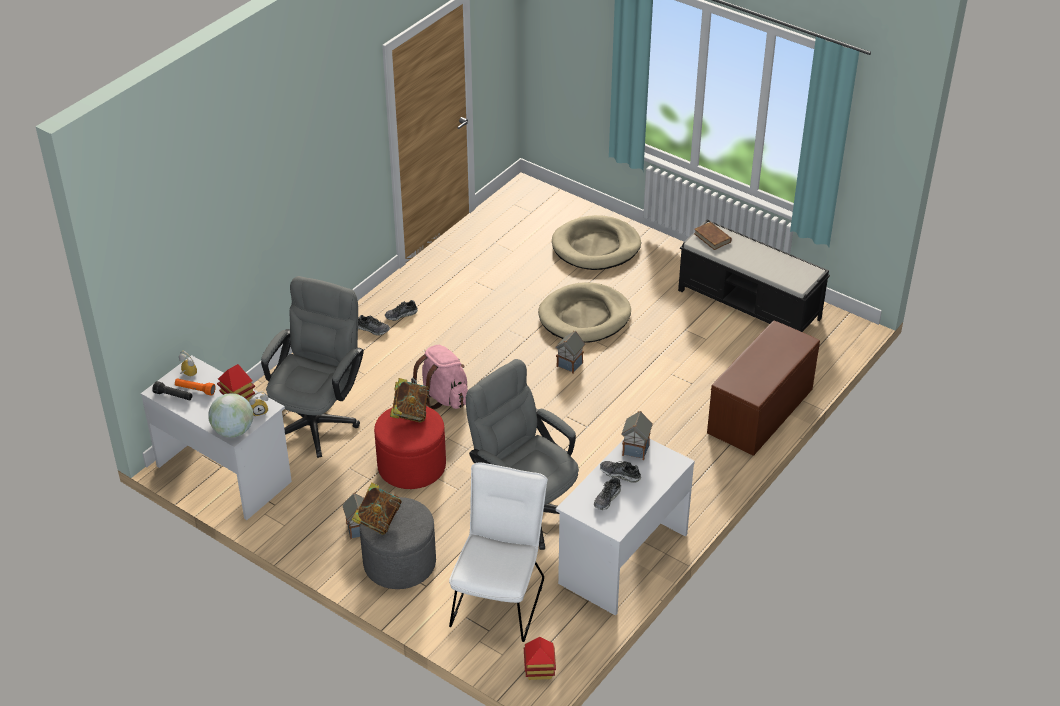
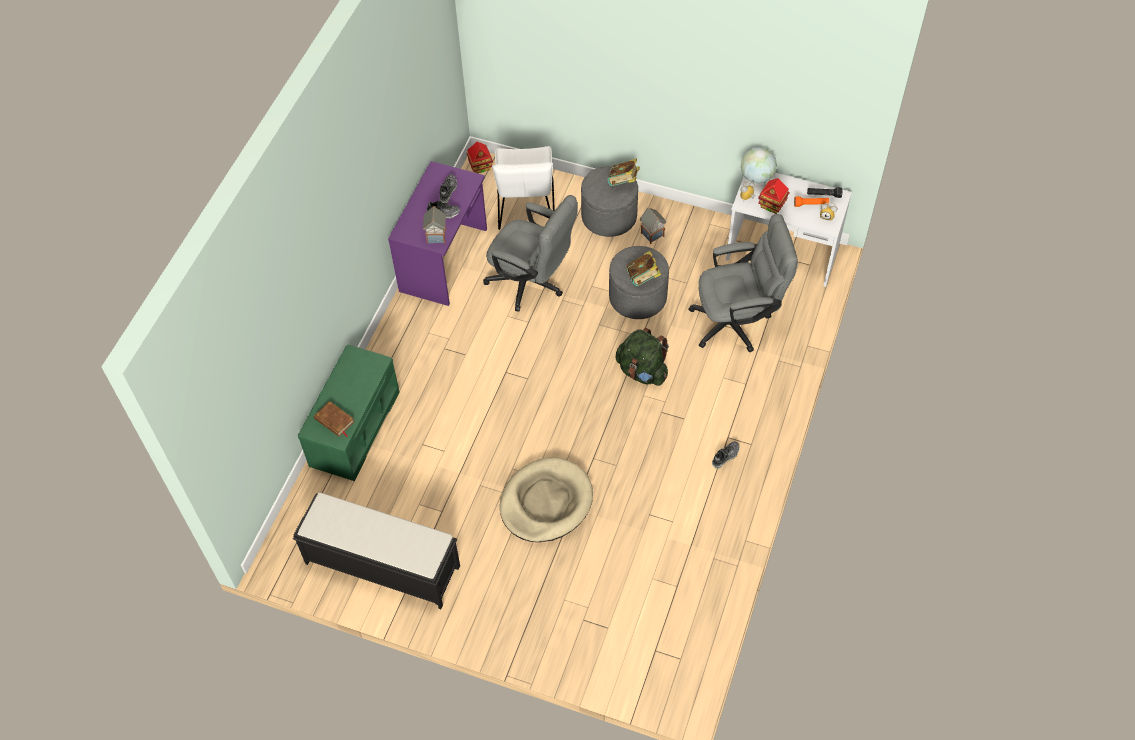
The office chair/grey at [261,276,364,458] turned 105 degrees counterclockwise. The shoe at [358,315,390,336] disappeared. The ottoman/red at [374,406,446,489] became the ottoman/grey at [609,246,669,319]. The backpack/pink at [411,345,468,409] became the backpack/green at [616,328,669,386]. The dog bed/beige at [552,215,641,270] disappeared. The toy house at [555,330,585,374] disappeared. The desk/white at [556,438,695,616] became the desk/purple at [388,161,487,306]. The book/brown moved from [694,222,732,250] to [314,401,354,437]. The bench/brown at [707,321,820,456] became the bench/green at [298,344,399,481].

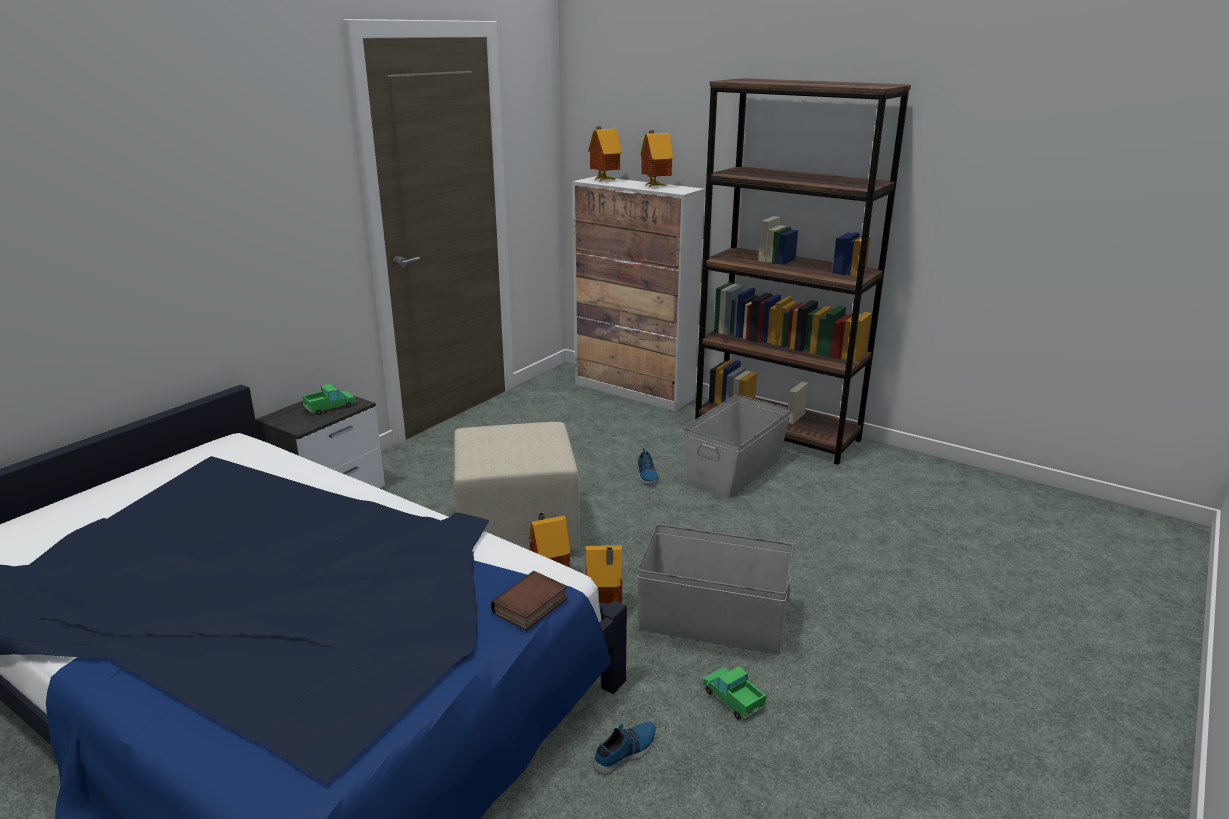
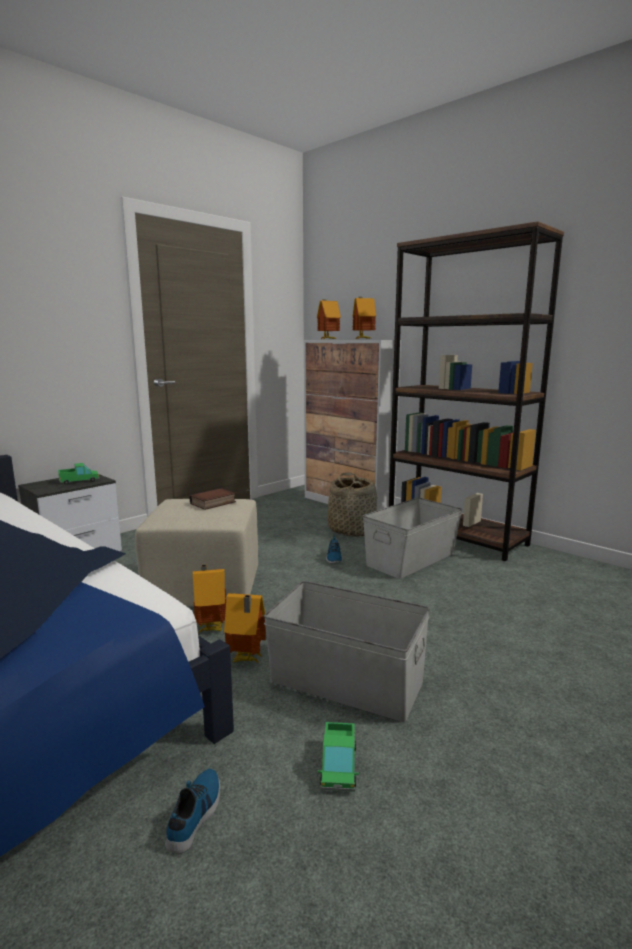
The book moved from [491,571,567,631] to [190,488,236,510]. The shoe at [593,722,657,775] turned 45 degrees counterclockwise. The toy truck at [702,666,767,720] turned 150 degrees counterclockwise. The basket at [328,472,377,537] appeared.

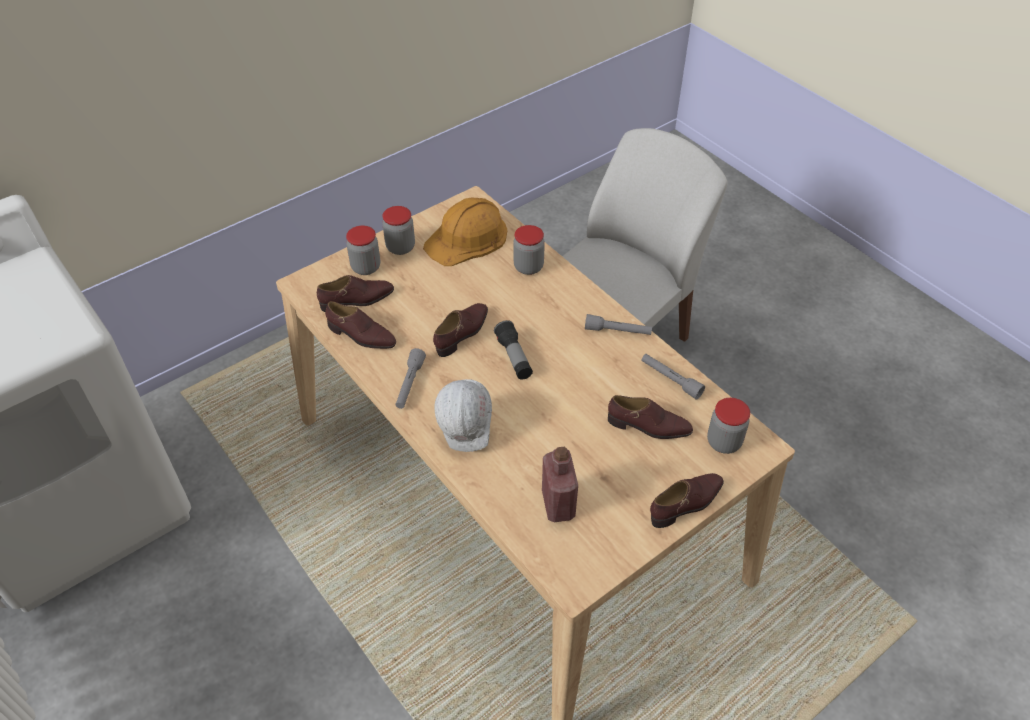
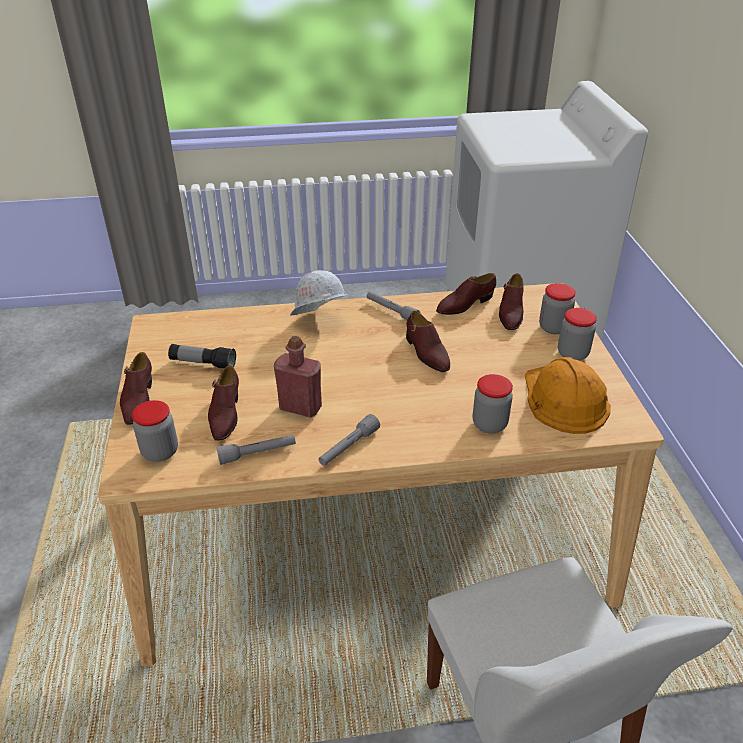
The flashlight moved from [494,320,533,379] to [168,344,236,368]. The bottle/red moved from [542,447,578,522] to [274,336,322,418]. The shoe/brown at [608,395,693,439] turned 45 degrees counterclockwise.

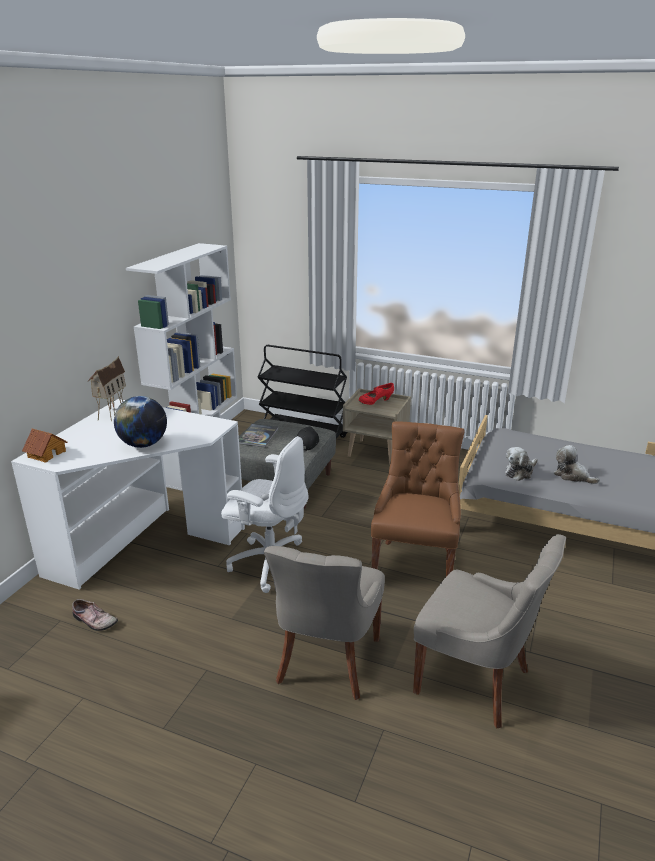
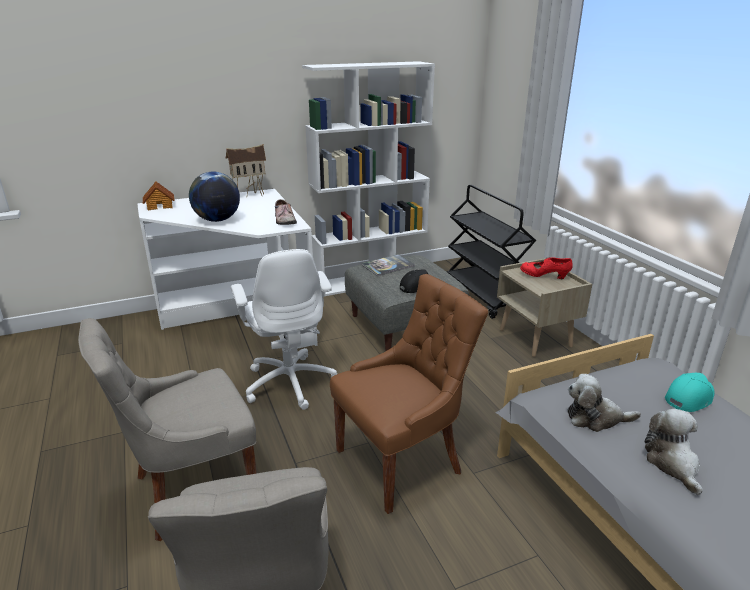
The shoe moved from [72,599,118,631] to [275,199,297,225]. The cap/turquoise at [665,373,715,412] appeared.

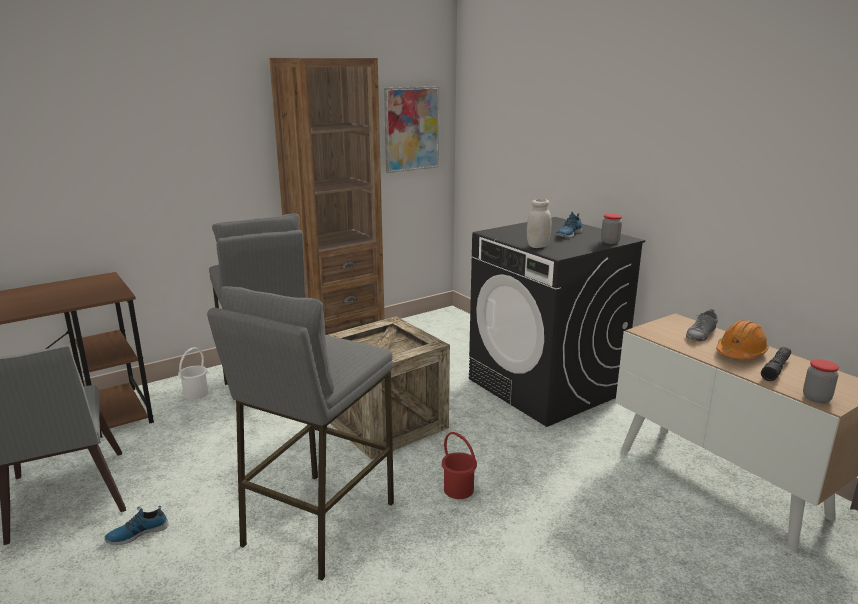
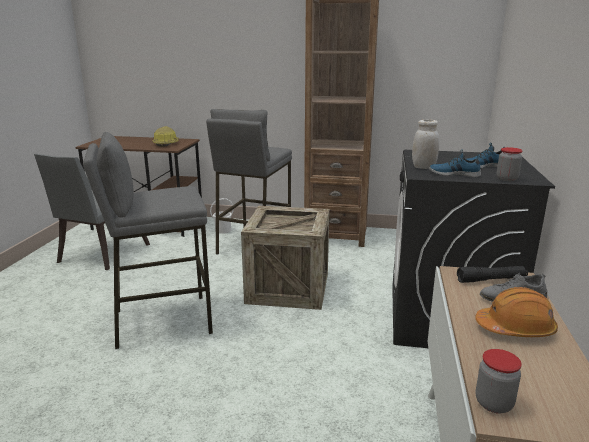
The shoe moved from [105,505,169,545] to [429,149,481,177]. The picture at [384,86,440,173] disappeared. The bucket/red at [442,432,477,499] disappeared. The flashlight/black moved from [761,347,791,381] to [457,266,528,283]. The hard hat at [152,126,179,147] appeared.

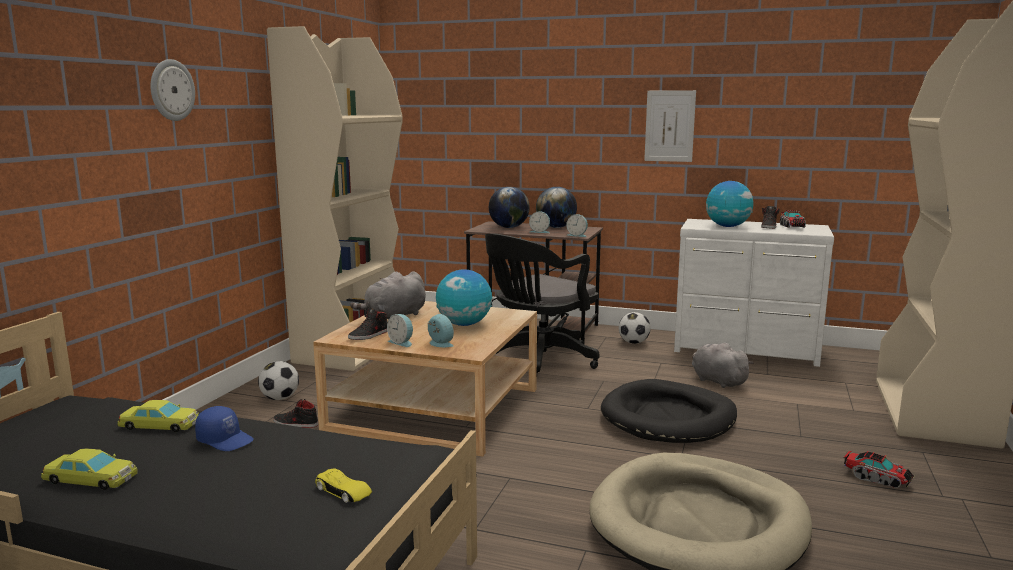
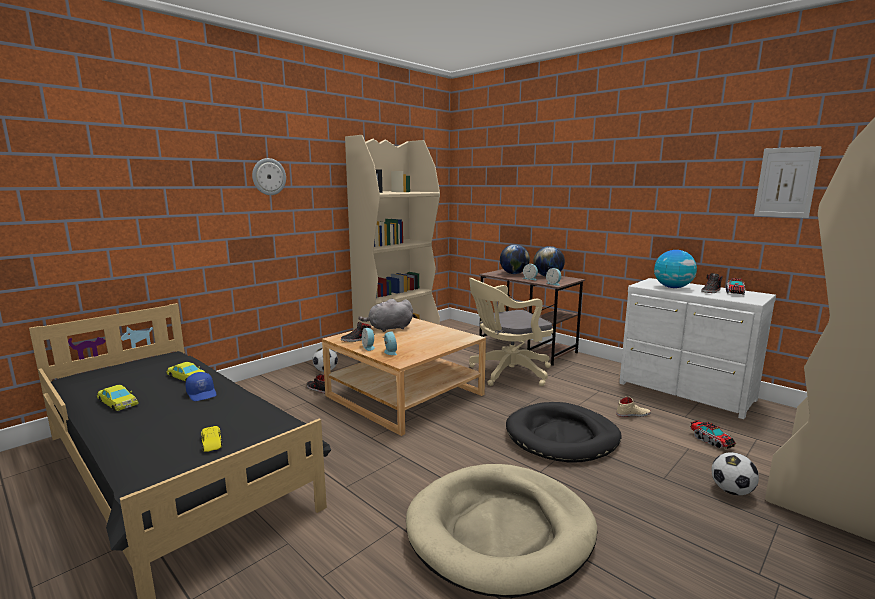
The globe at [436,269,492,326] disappeared. The office chair/black at [485,234,600,373] became the office chair/beige at [469,278,553,386]. The football moved from [619,312,650,344] to [712,452,759,495]. The picture moved from [644,90,696,162] to [754,146,822,218]. The plush toy/grey at [692,343,753,388] was replaced by the shoe/beige at [616,396,650,417]. The toy truck moved from [843,451,914,488] to [690,420,736,449].

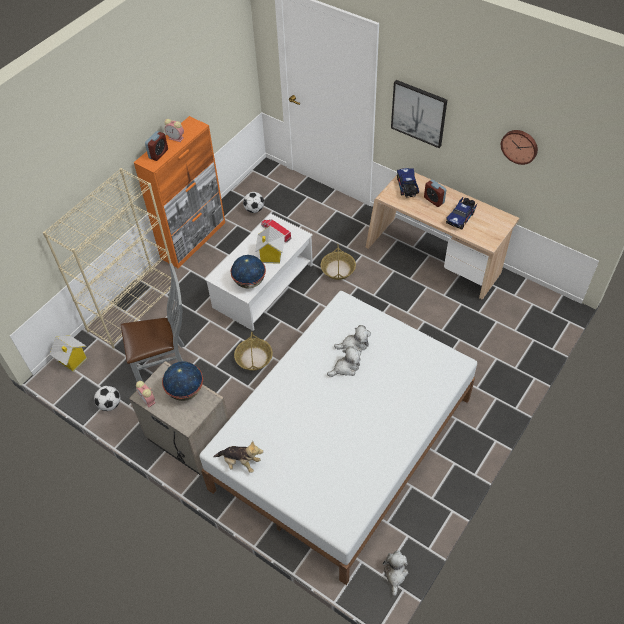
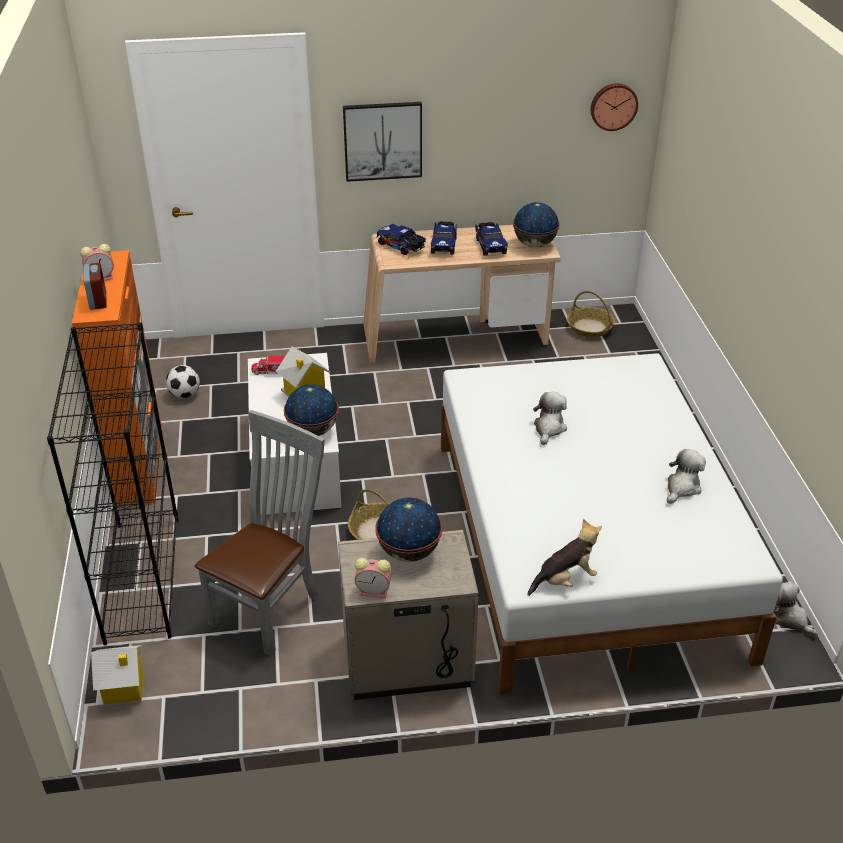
The bookcase/beige at [43,168,171,349] became the bookcase/black at [47,322,179,645]. The football at [94,386,120,411] disappeared. The basket moved from [321,244,356,280] to [567,291,615,337]. The plush toy moved from [334,325,371,352] to [667,449,706,504]. The alarm clock at [424,179,446,207] was replaced by the toy truck at [431,221,457,254]. The wall clock moved from [501,130,538,165] to [591,83,638,131]. The globe at [513,202,560,248] appeared.

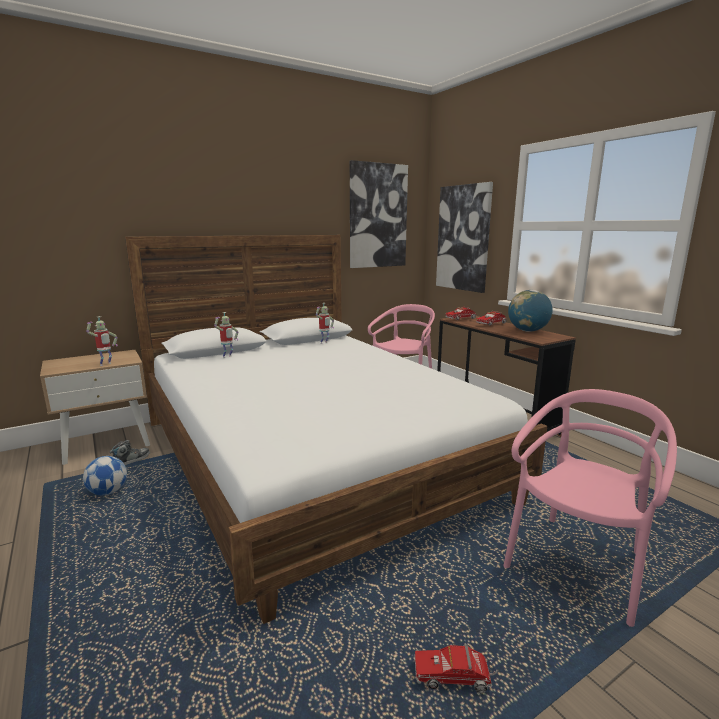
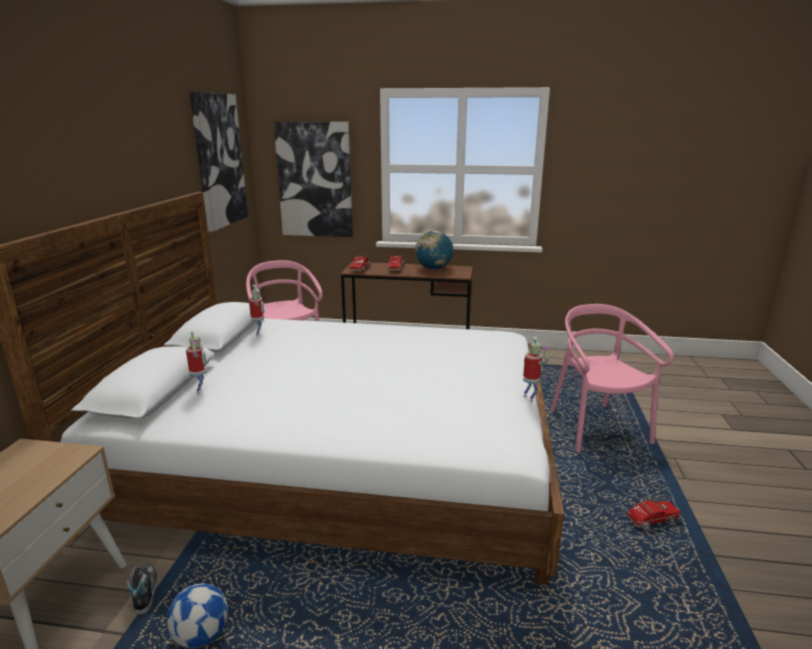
The toy robot moved from [86,316,118,366] to [523,337,550,402]. The toy truck at [415,645,498,693] turned 150 degrees counterclockwise.

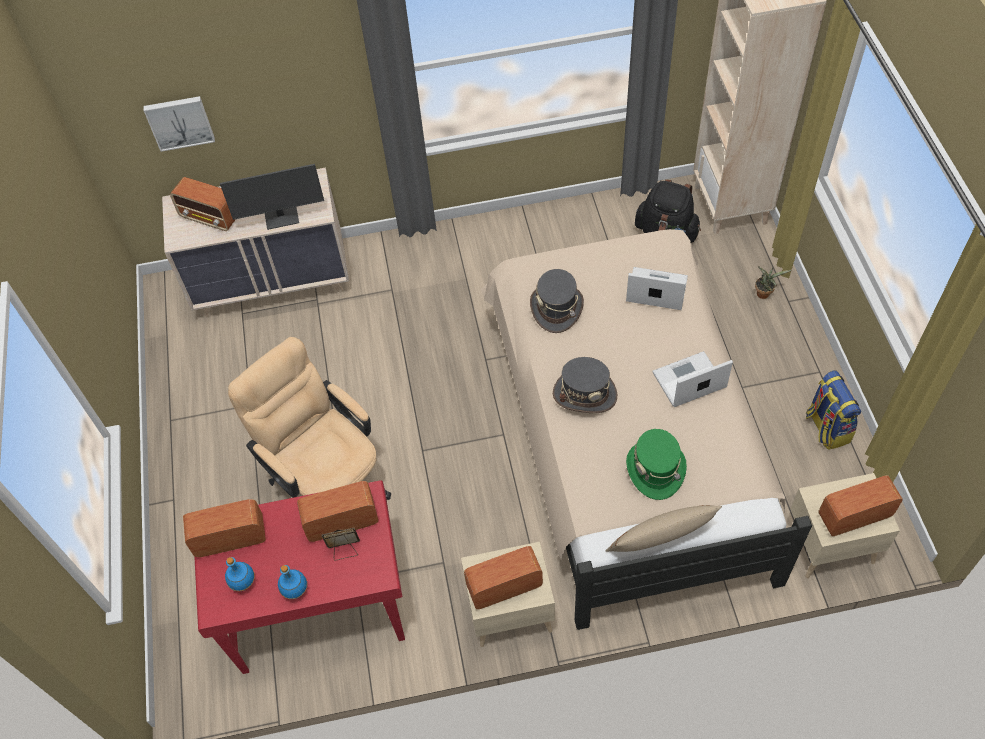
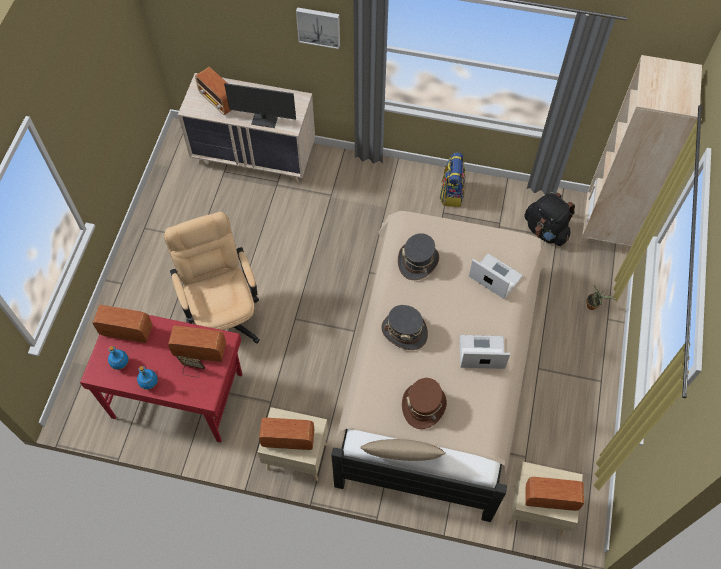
The picture moved from [143,96,215,152] to [296,7,340,49]. The hat/green at [626,429,687,500] became the hat/brown at [402,378,447,429]. The backpack moved from [806,370,861,450] to [440,153,465,207].

